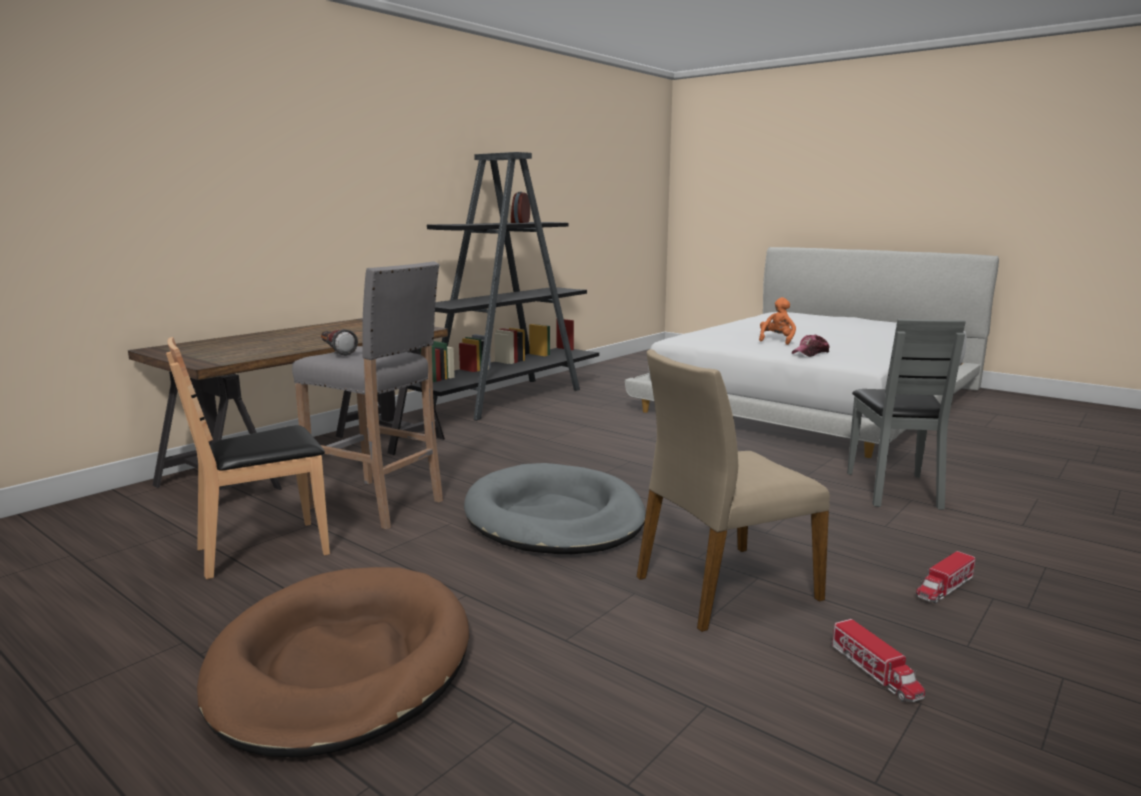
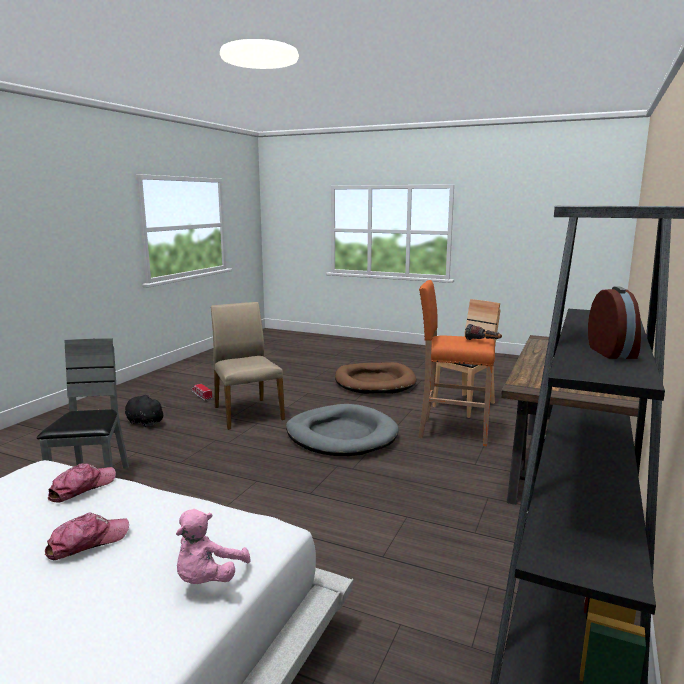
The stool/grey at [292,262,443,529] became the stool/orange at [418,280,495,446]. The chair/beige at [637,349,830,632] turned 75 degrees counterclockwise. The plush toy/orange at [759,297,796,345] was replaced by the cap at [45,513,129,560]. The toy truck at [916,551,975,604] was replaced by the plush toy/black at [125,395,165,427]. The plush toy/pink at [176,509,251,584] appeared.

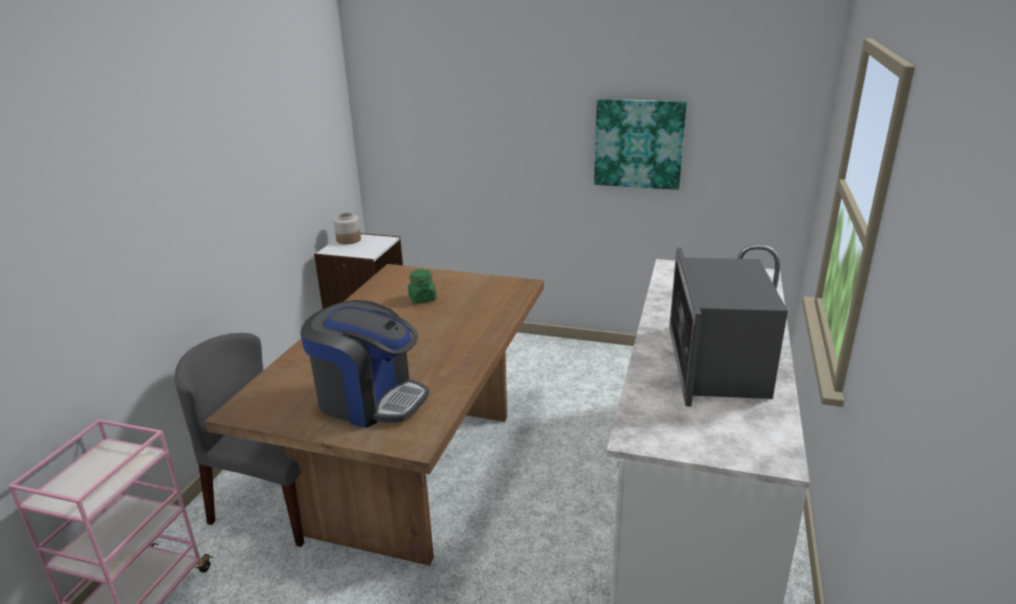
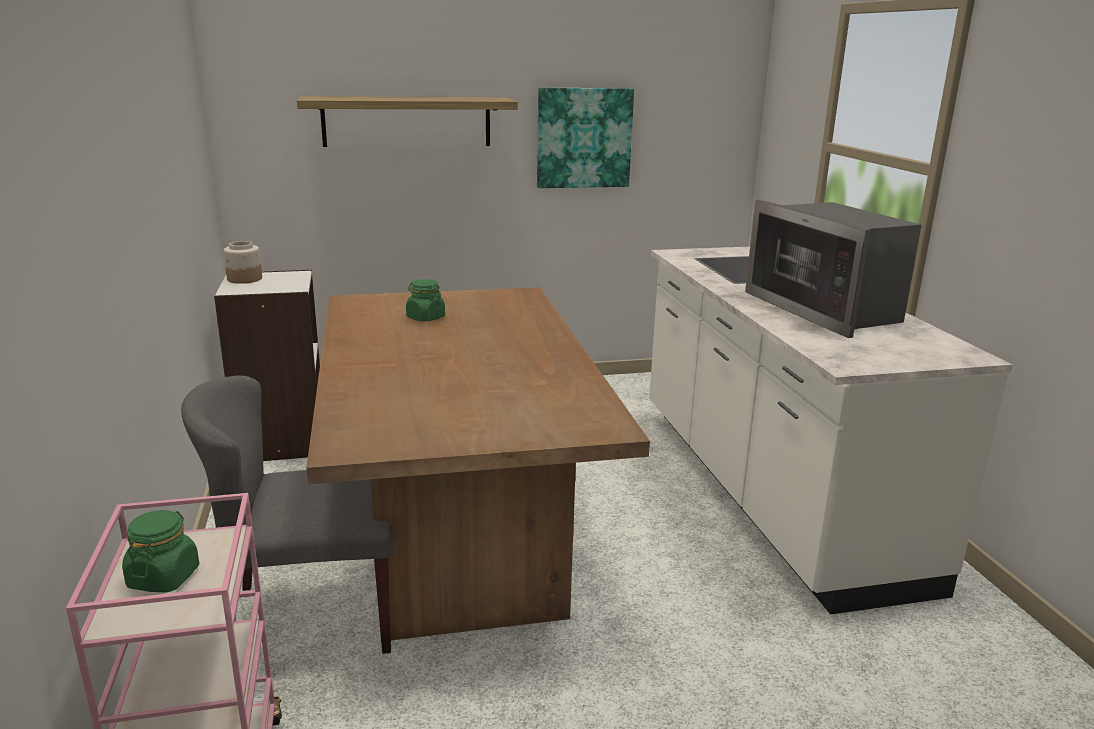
The coffee machine at [300,300,429,428] disappeared. The jar/green at [122,510,200,593] appeared. The shelf at [297,96,518,147] appeared.

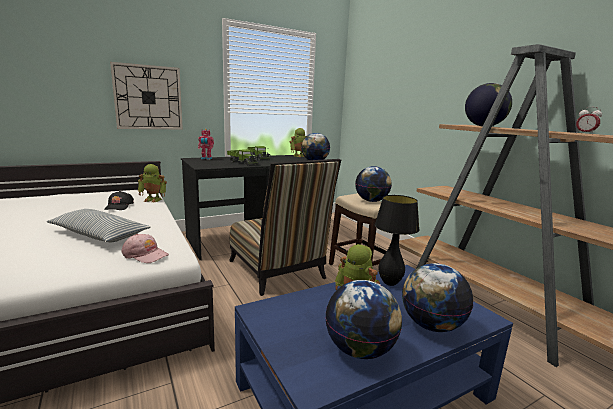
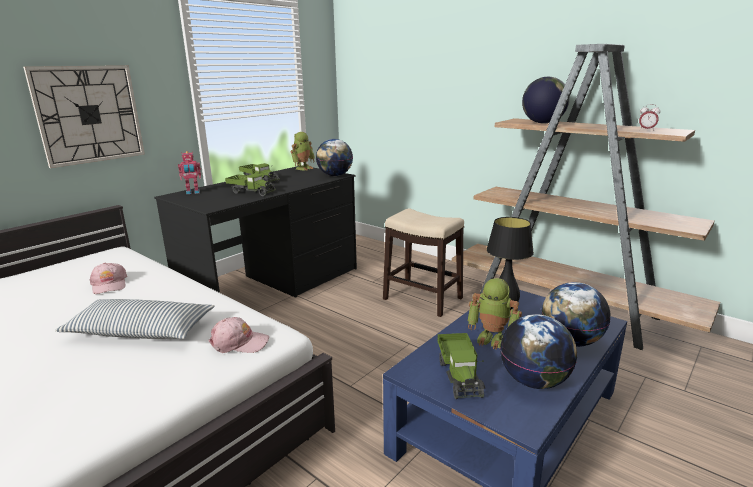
The cap/black at [104,191,134,210] became the cap/pink at [89,262,127,294]. The toy robot at [138,164,167,203] disappeared. The chair at [229,159,341,296] disappeared. The globe at [355,166,392,202] disappeared. The toy truck at [437,333,485,399] appeared.

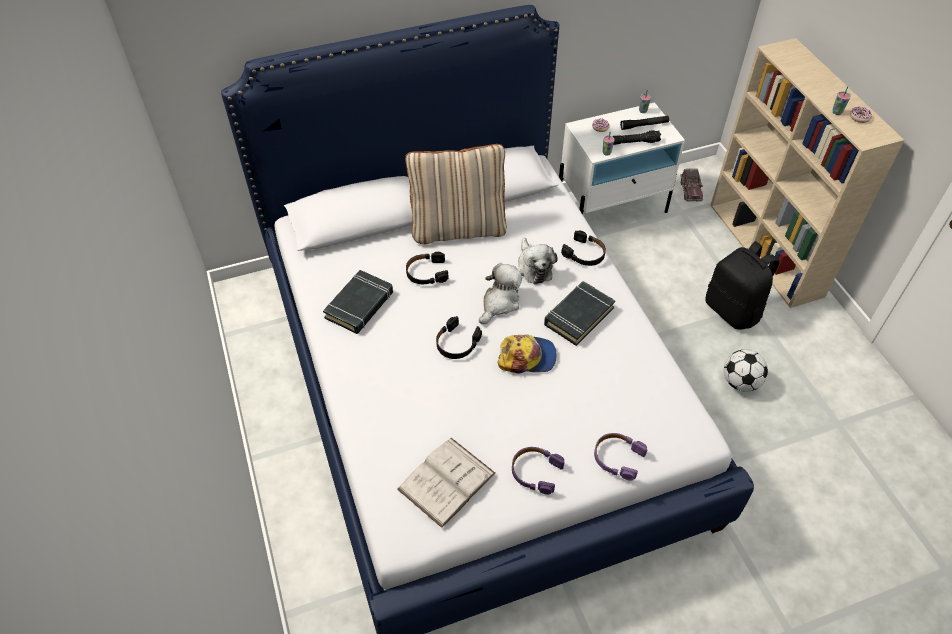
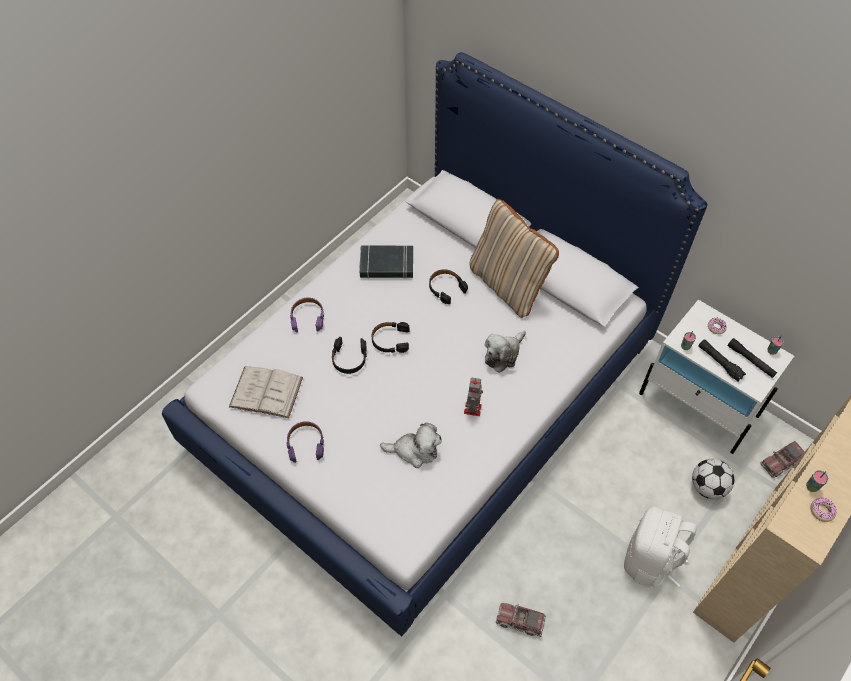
The plush toy moved from [479,263,522,324] to [380,422,442,468]. The cap at [497,335,557,374] disappeared. The book/black at [544,281,616,346] was replaced by the toy robot at [464,378,483,416]. The headphones/black moved from [561,231,606,266] to [331,337,367,374]. The headphones/purple moved from [594,433,647,481] to [290,298,324,332]. The backpack/black at [705,241,780,330] became the backpack/white at [624,506,697,587]. The football moved from [724,349,768,392] to [692,459,734,499]. The toy truck at [496,603,546,637] appeared.

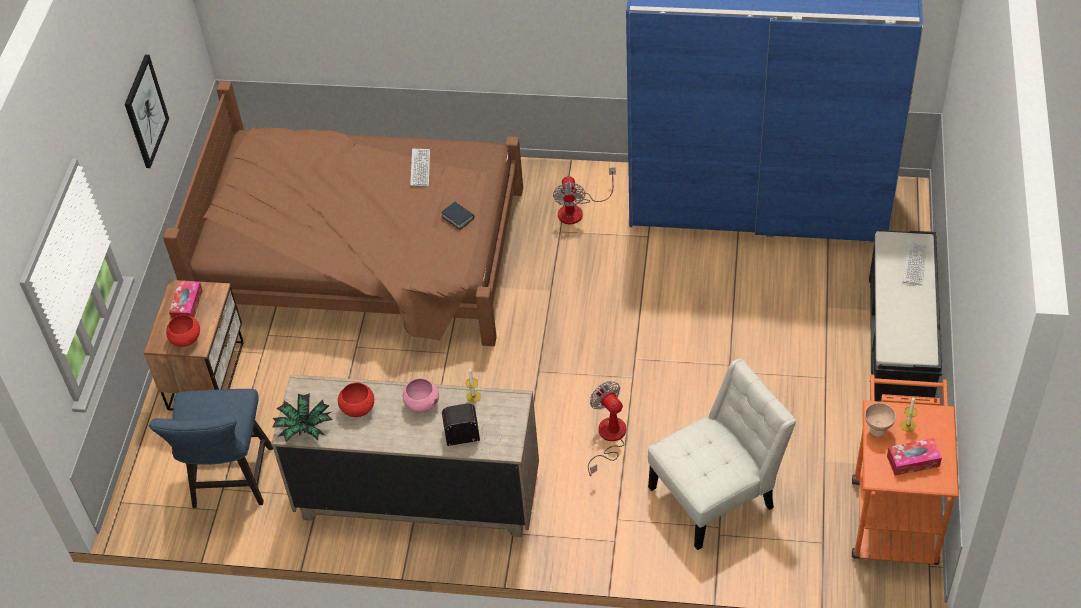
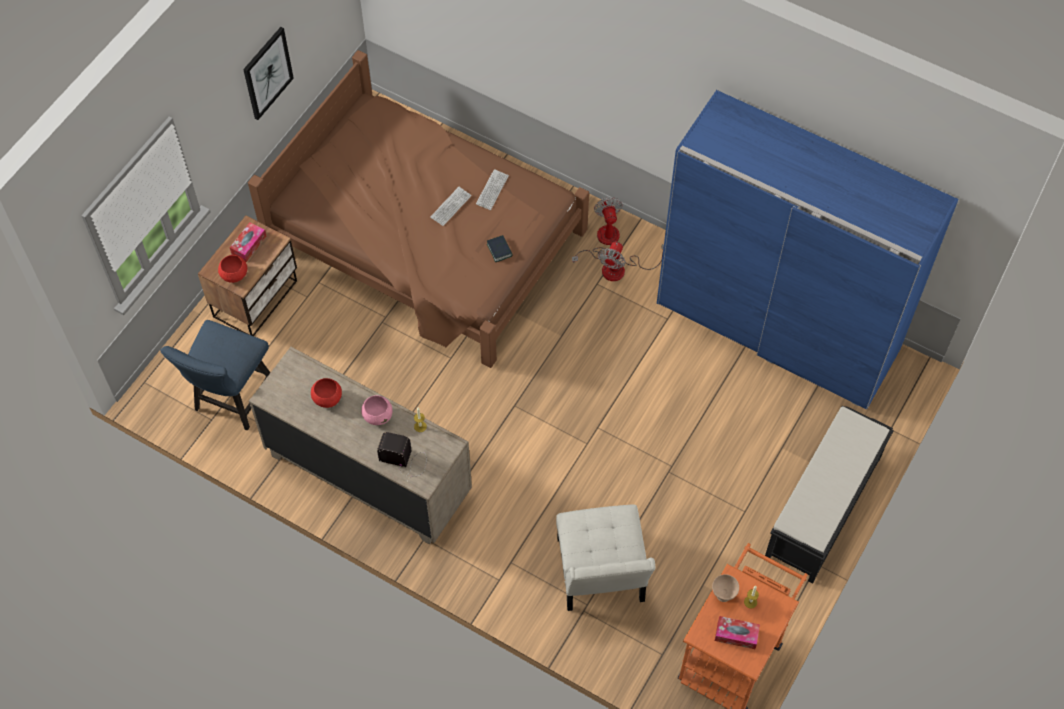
The potted plant at [272,393,333,442] disappeared. The fan moved from [588,381,626,476] to [572,197,622,263]. The chair/white at [648,358,797,550] turned 90 degrees clockwise. The keyboard moved from [903,241,927,286] to [430,187,472,226].

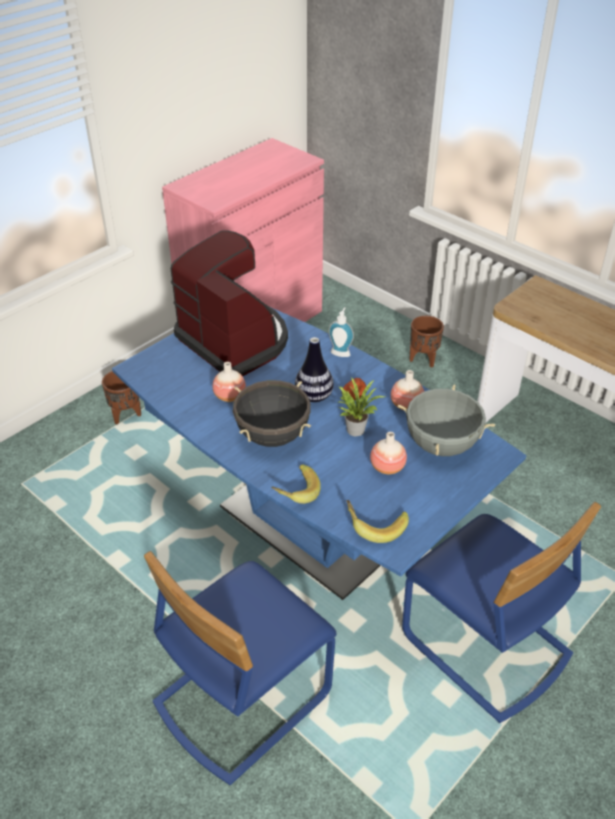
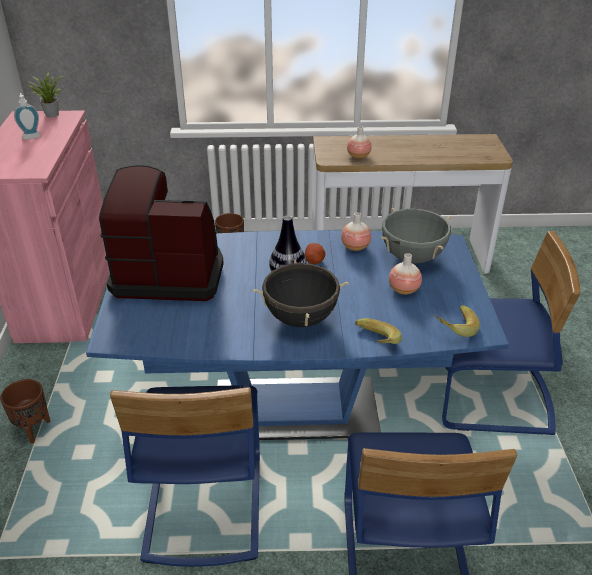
The vase moved from [212,362,246,402] to [347,126,372,159]. The soap dispenser moved from [328,307,354,357] to [14,93,41,140]. The potted plant moved from [338,377,385,436] to [28,73,65,117]. The chair/blue at [110,385,260,567] appeared.

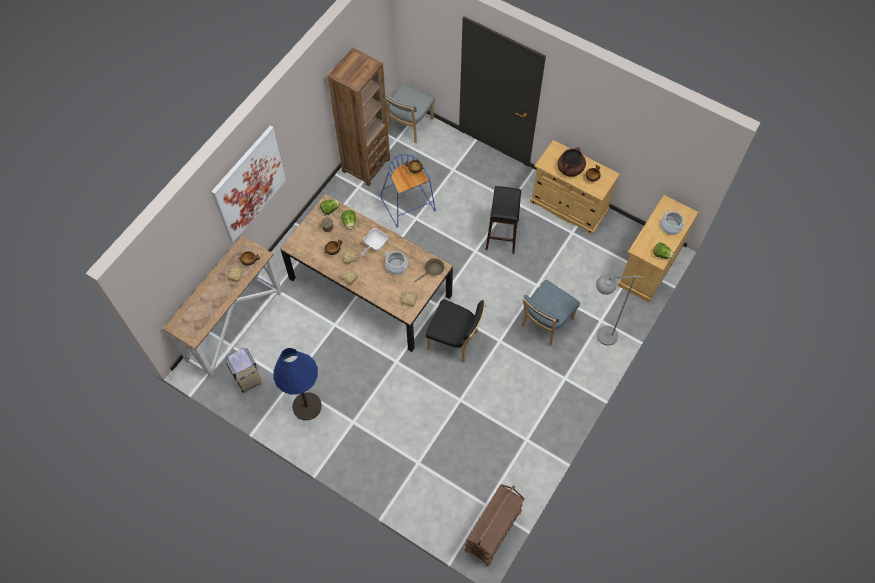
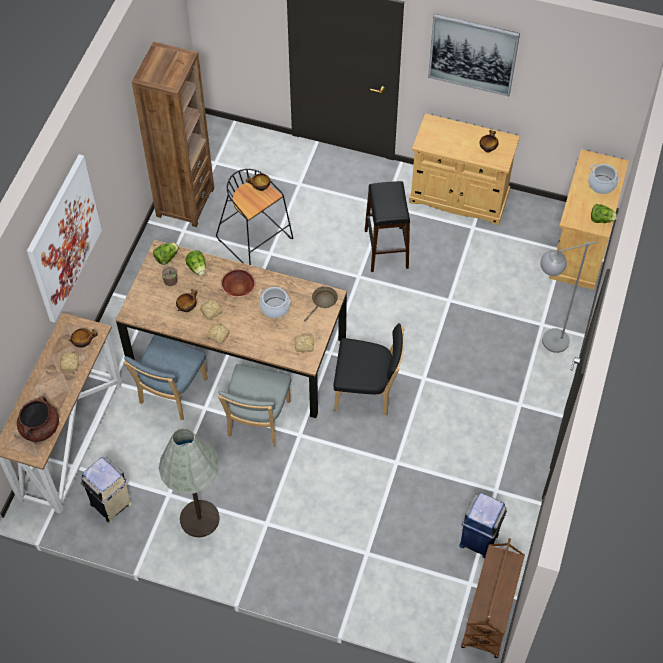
The floor lamp/blue at [273,348,322,420] became the floor lamp/grey at [159,428,220,537]. The frying pan at [360,228,388,257] was replaced by the bowl/brown at [221,269,255,297]. The stool/blue at [380,154,436,227] became the stool/black at [216,169,293,265]. The chair/grey moved from [385,83,435,143] to [218,364,291,446]. The chair/blue moved from [521,280,580,346] to [123,335,208,420]. The cooking pot/brown moved from [558,147,586,177] to [17,396,59,443]. The picture at [428,14,520,97] appeared. The trash can/blue at [459,492,507,558] appeared.

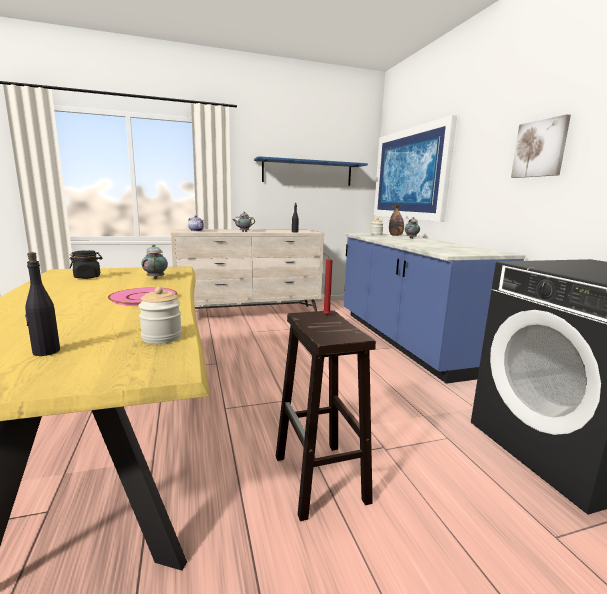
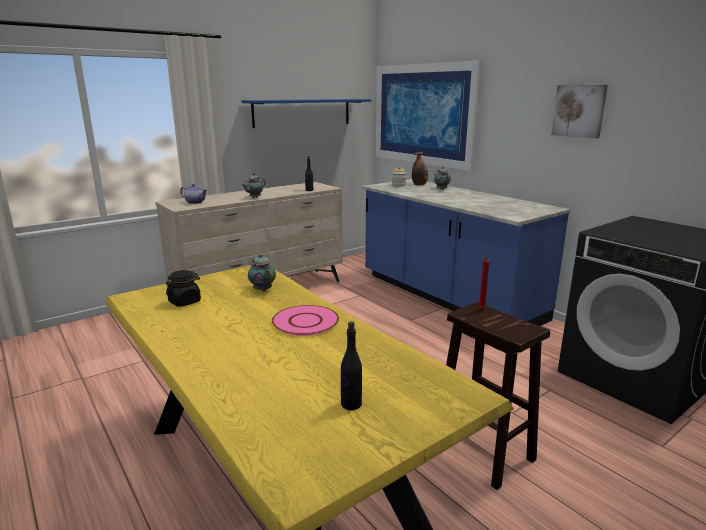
The jar at [139,287,182,344] disappeared.

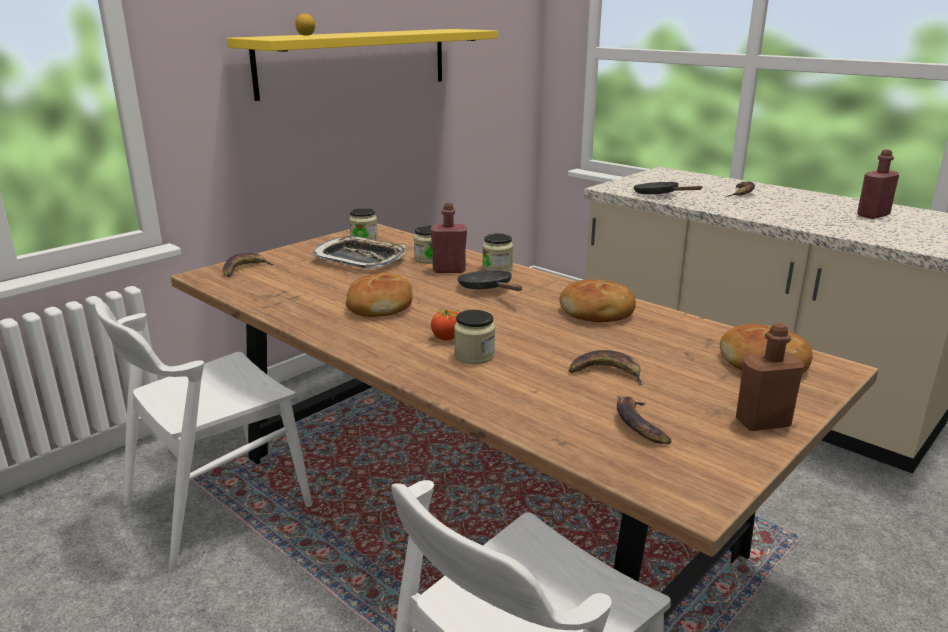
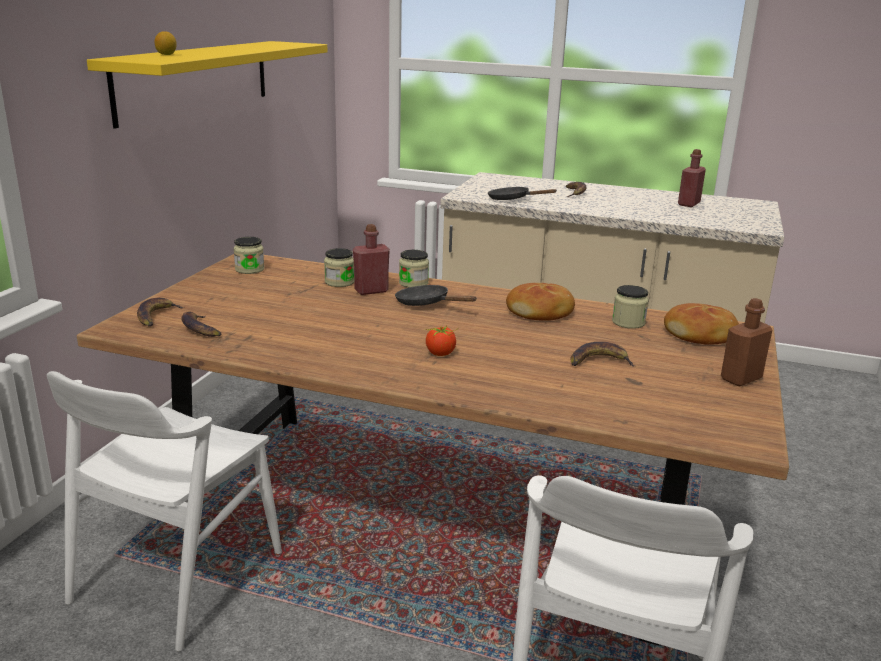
The tray at [312,236,405,269] disappeared. The bread at [346,273,413,317] disappeared. The jar moved from [454,310,495,364] to [612,285,649,329]. The banana moved from [617,396,672,444] to [182,312,221,337].

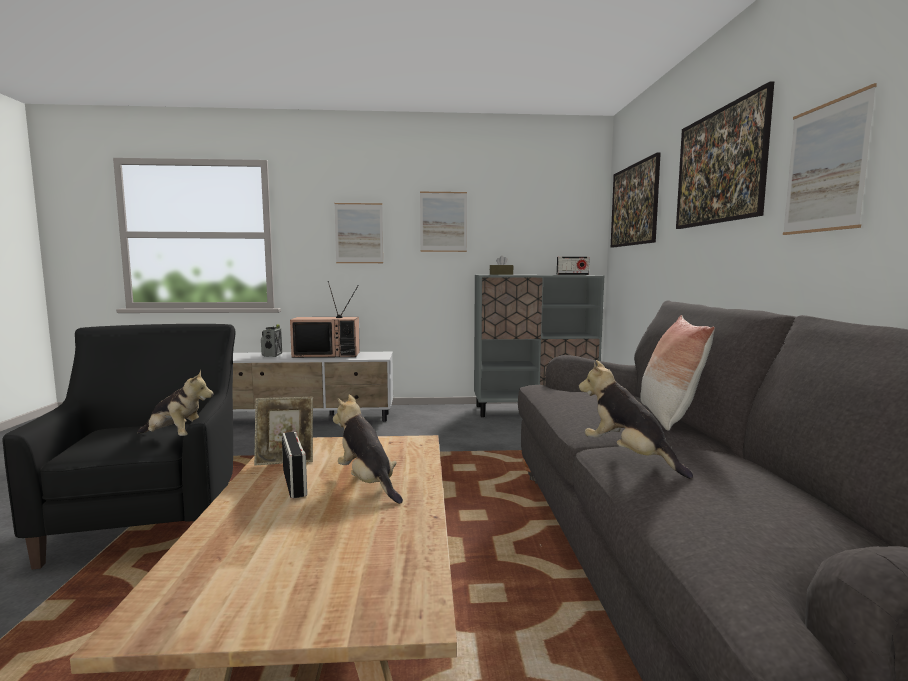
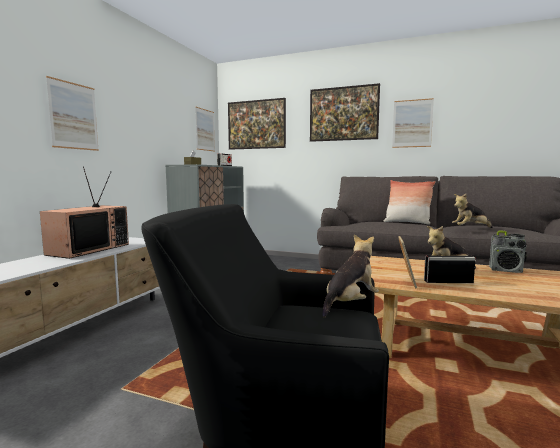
The radio moved from [261,324,282,357] to [489,230,527,273]. The picture moved from [420,192,467,252] to [195,107,215,152].

